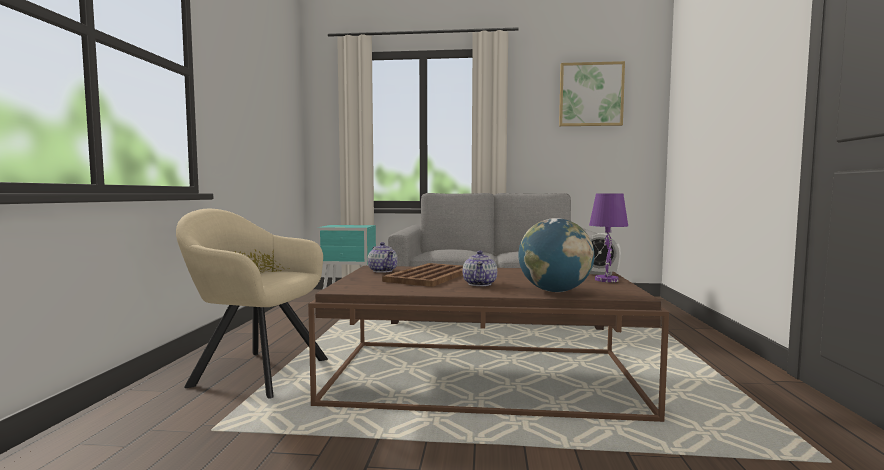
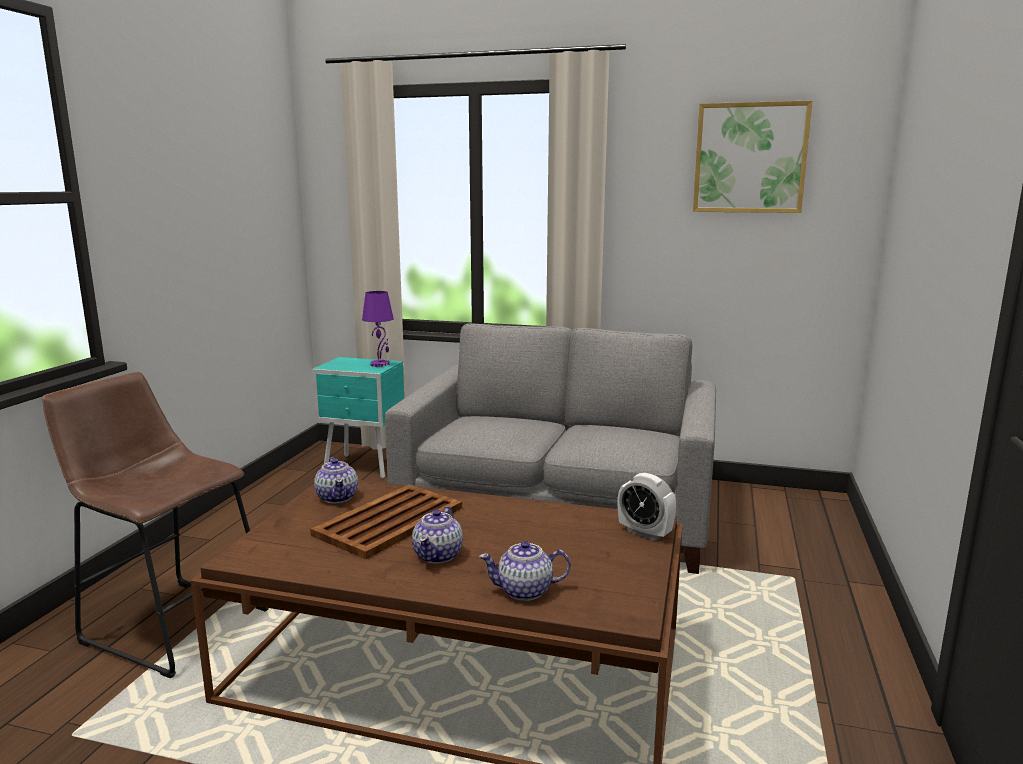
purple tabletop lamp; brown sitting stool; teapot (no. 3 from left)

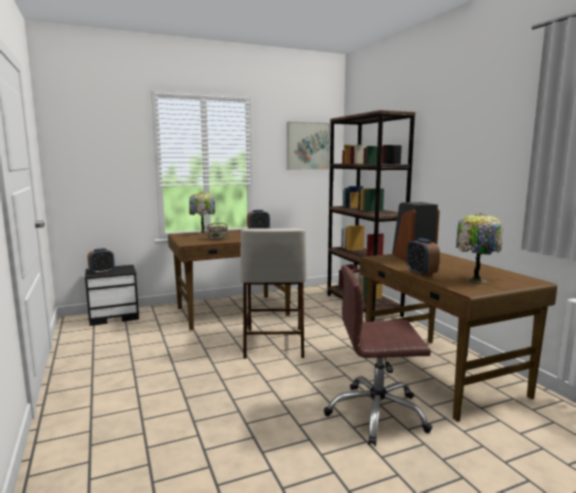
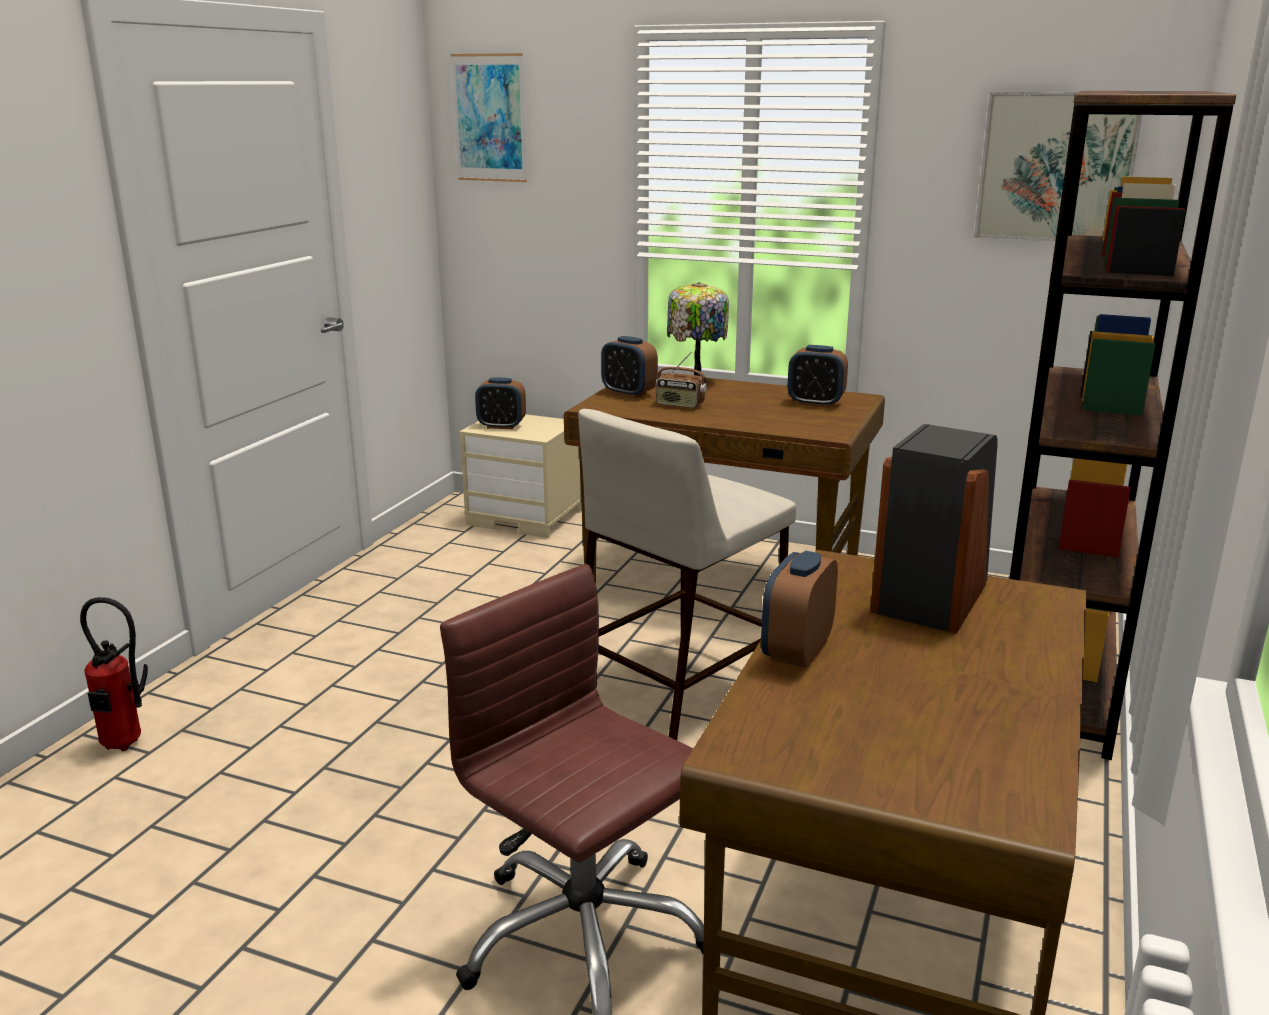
tabletop lamp (no. 2 from left in the first image); sand-coloured nightstand; wall picture (no. 1 from left); alarm clock (no. 2 from left); fire-fighting cylinder

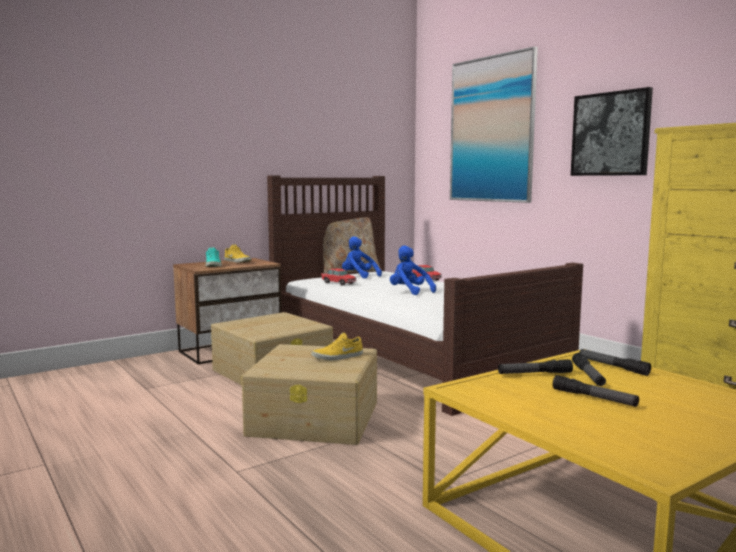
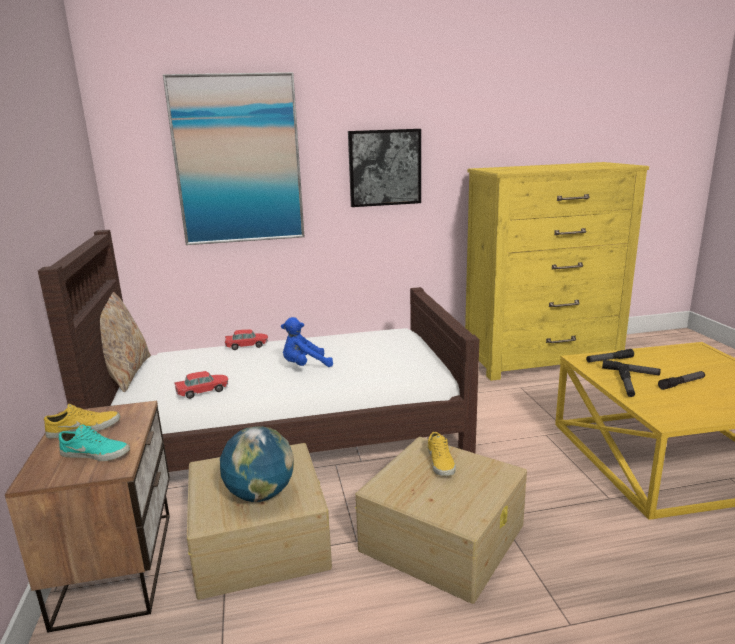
blue cuddly toy (no. 1 from left in the first image); world globe

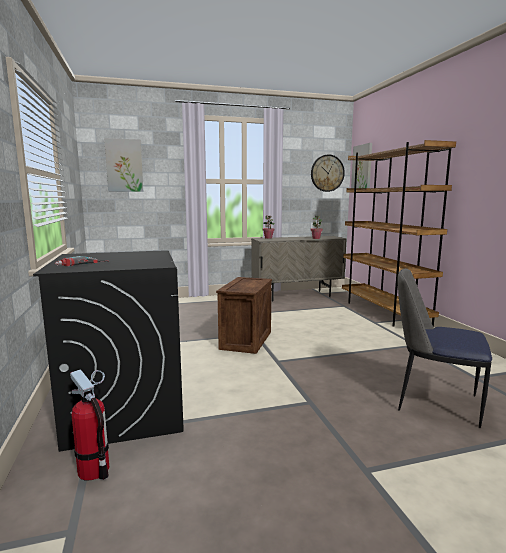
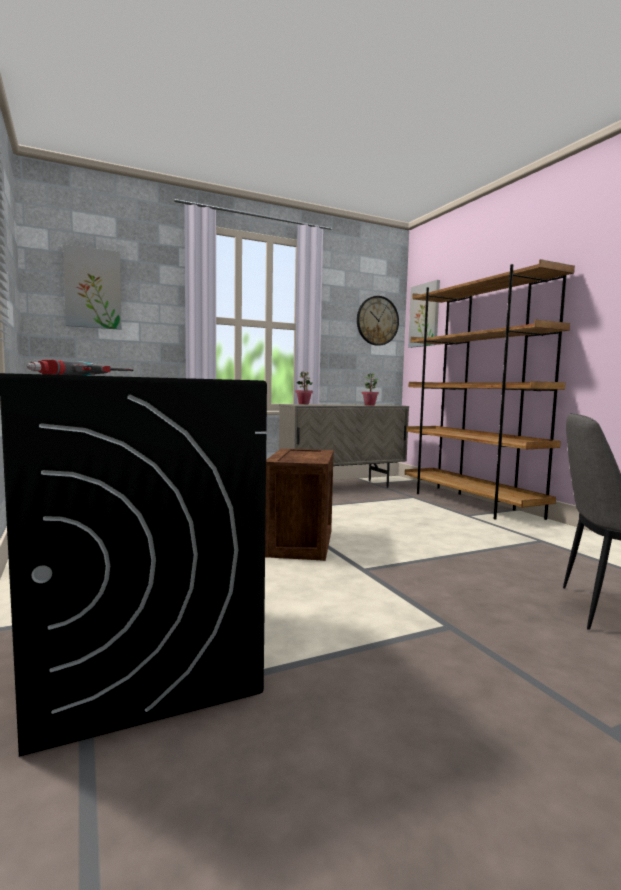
fire-fighting cylinder

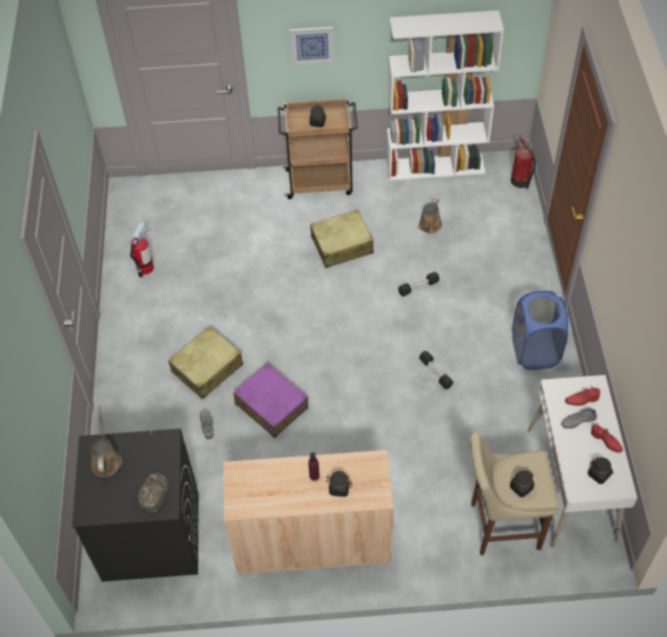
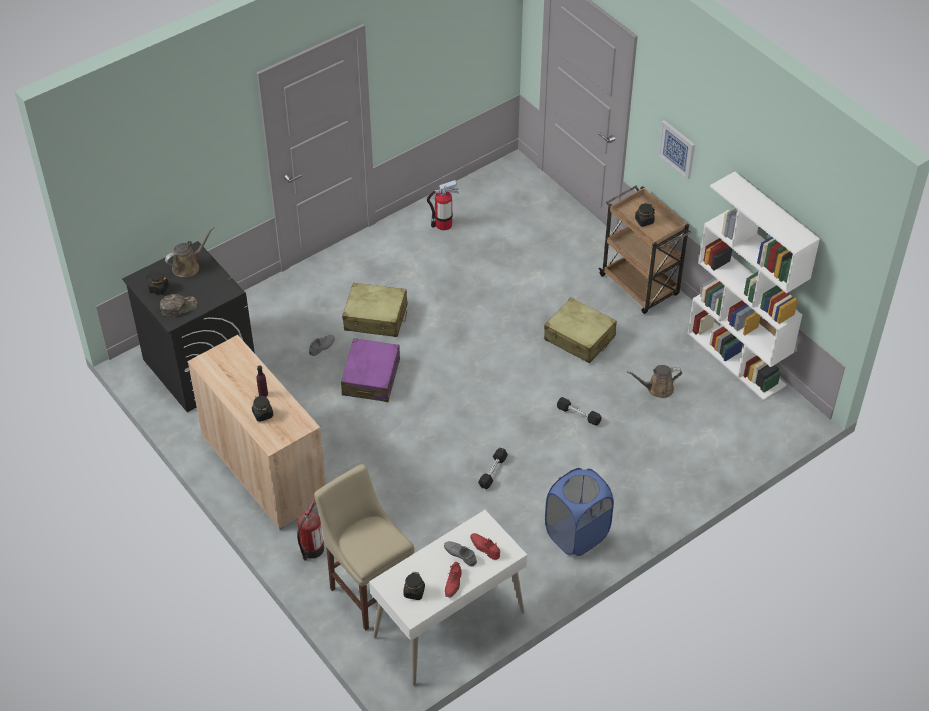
fire-fighting cylinder (no. 1 from left); black-coloured preserve jar (no. 1 from left)

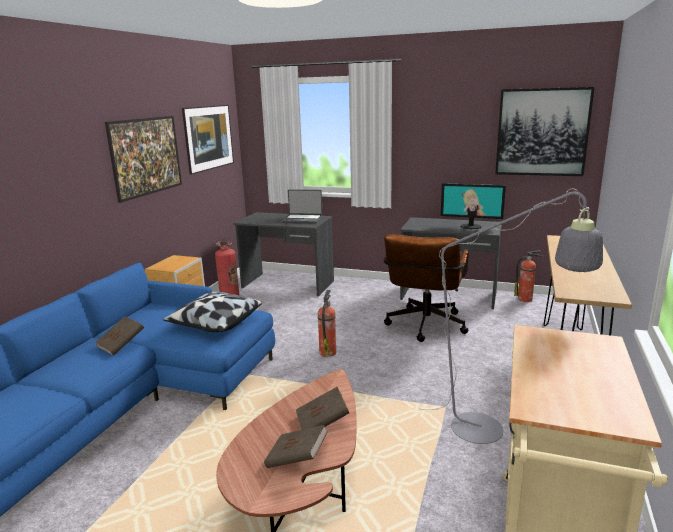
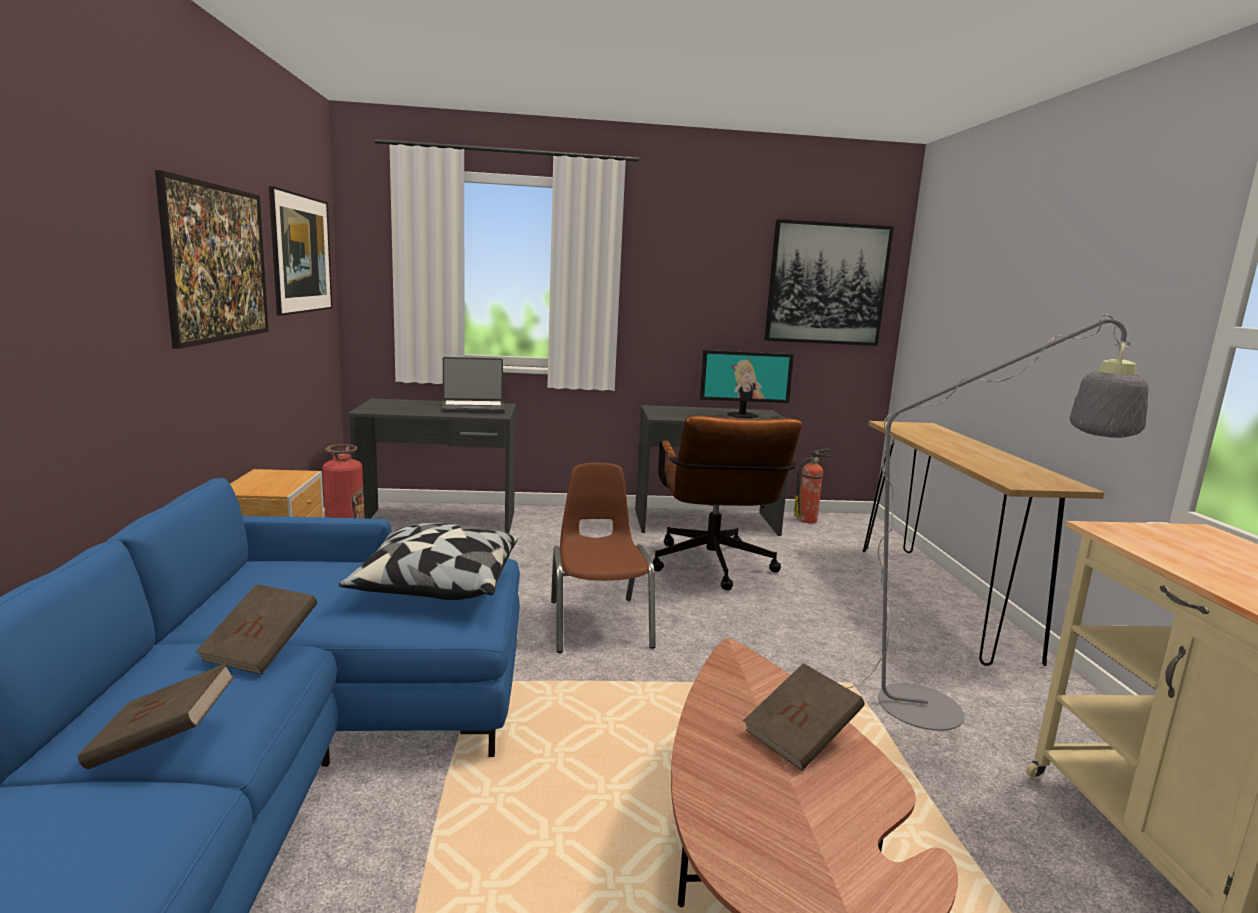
brown upright chair; brown book (no. 1 from left)

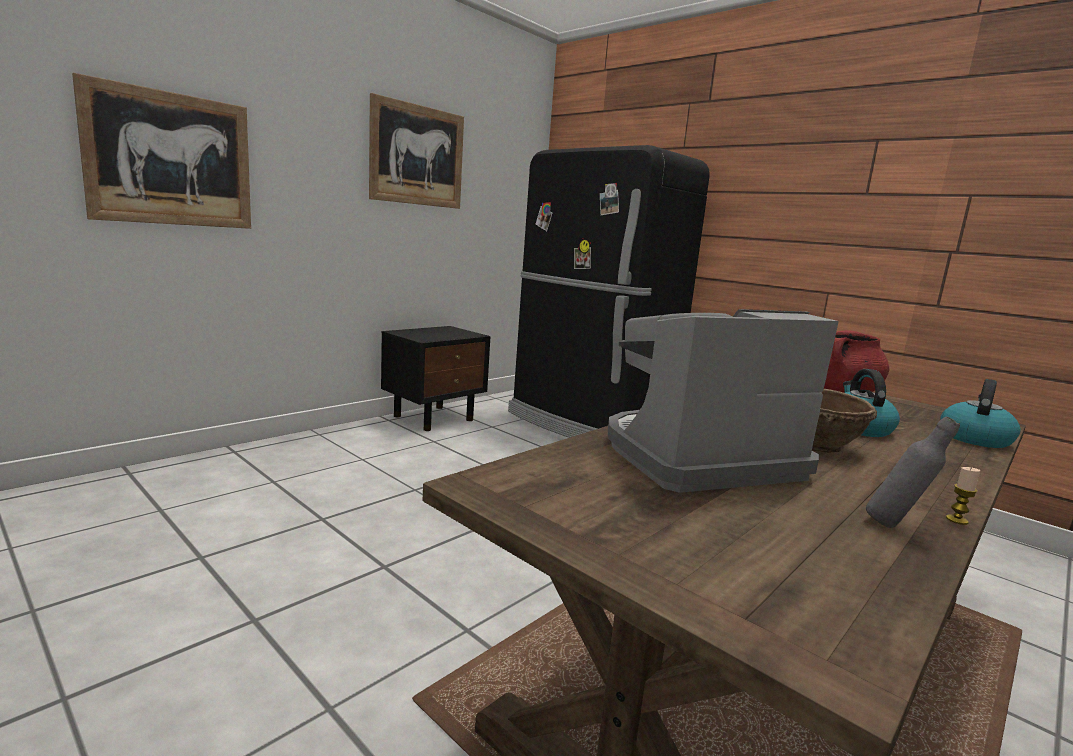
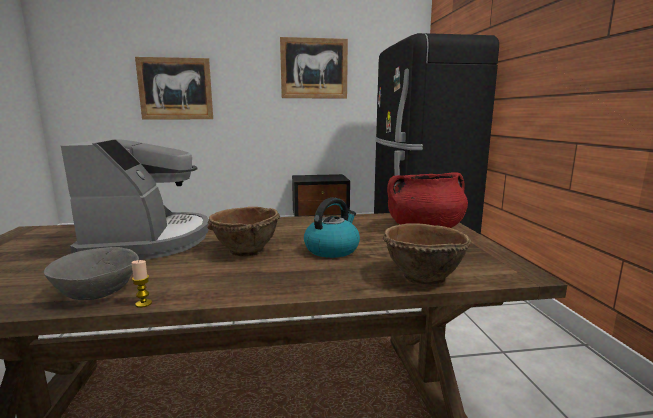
coffee brewer; brown serving bowl (no. 2 from left); gray serving bowl

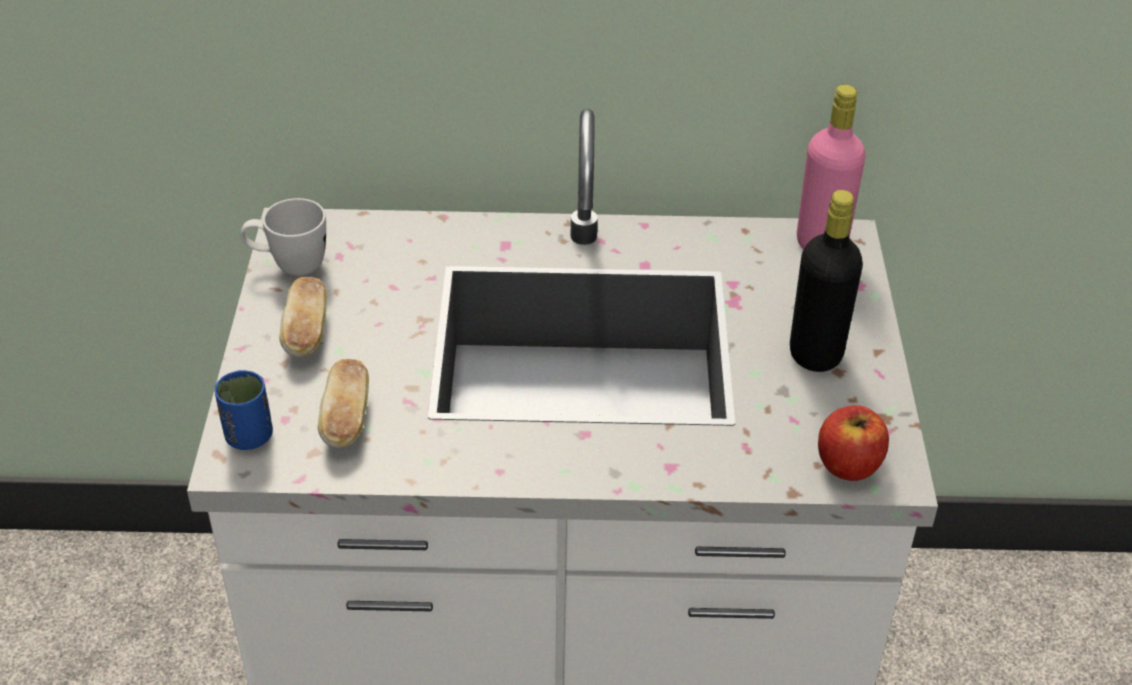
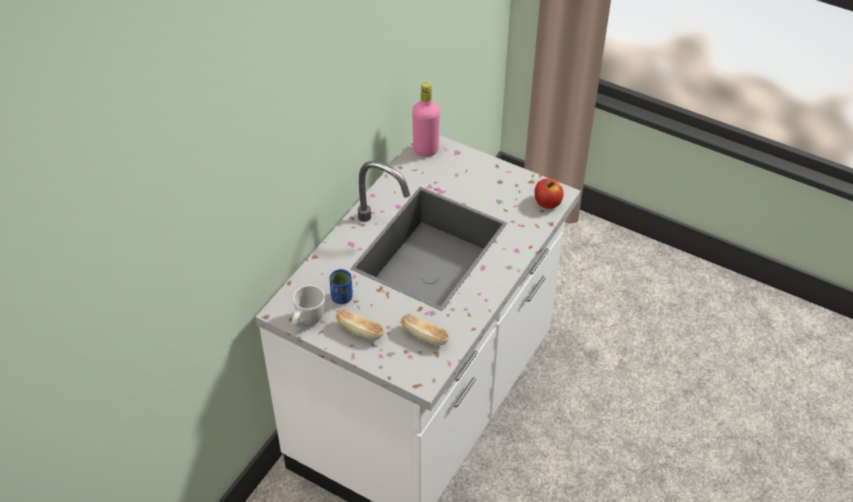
black-coloured beverage bottle; blue cup

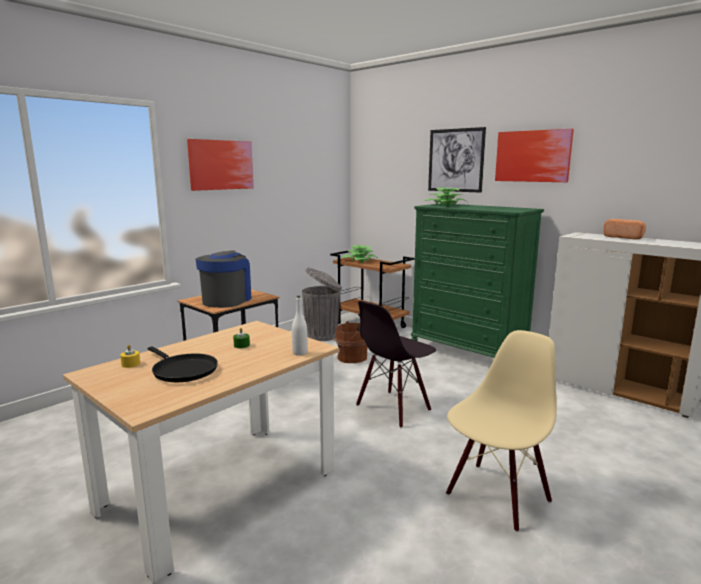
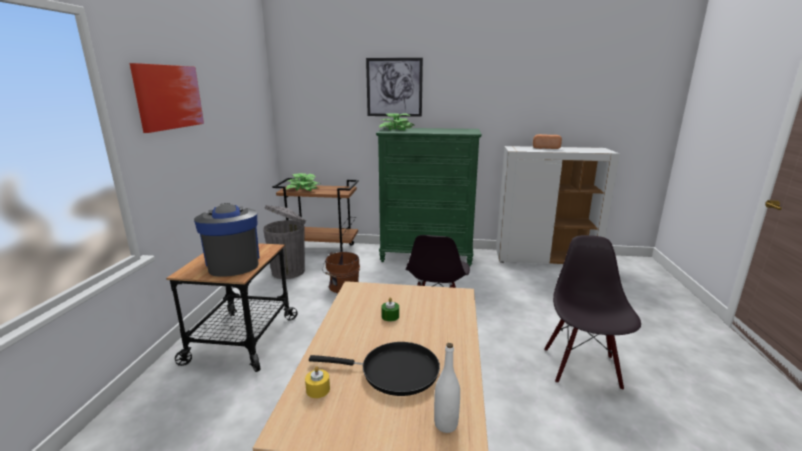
wall picture (no. 3 from left in the first image); whitish beverage bottle; black-coloured upright chair (no. 2 from left)

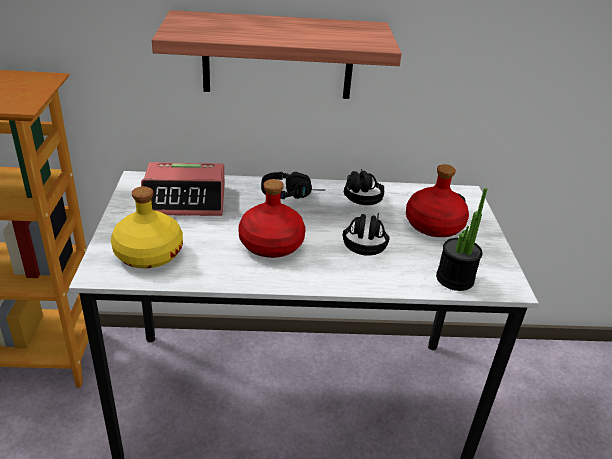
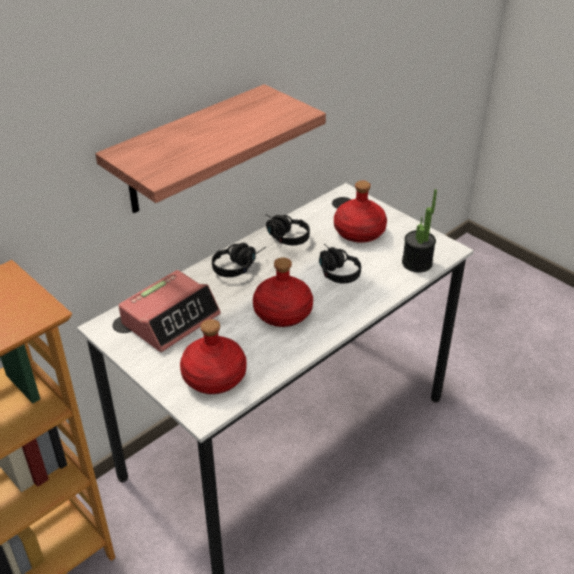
red beverage bottle (no. 1 from left)

